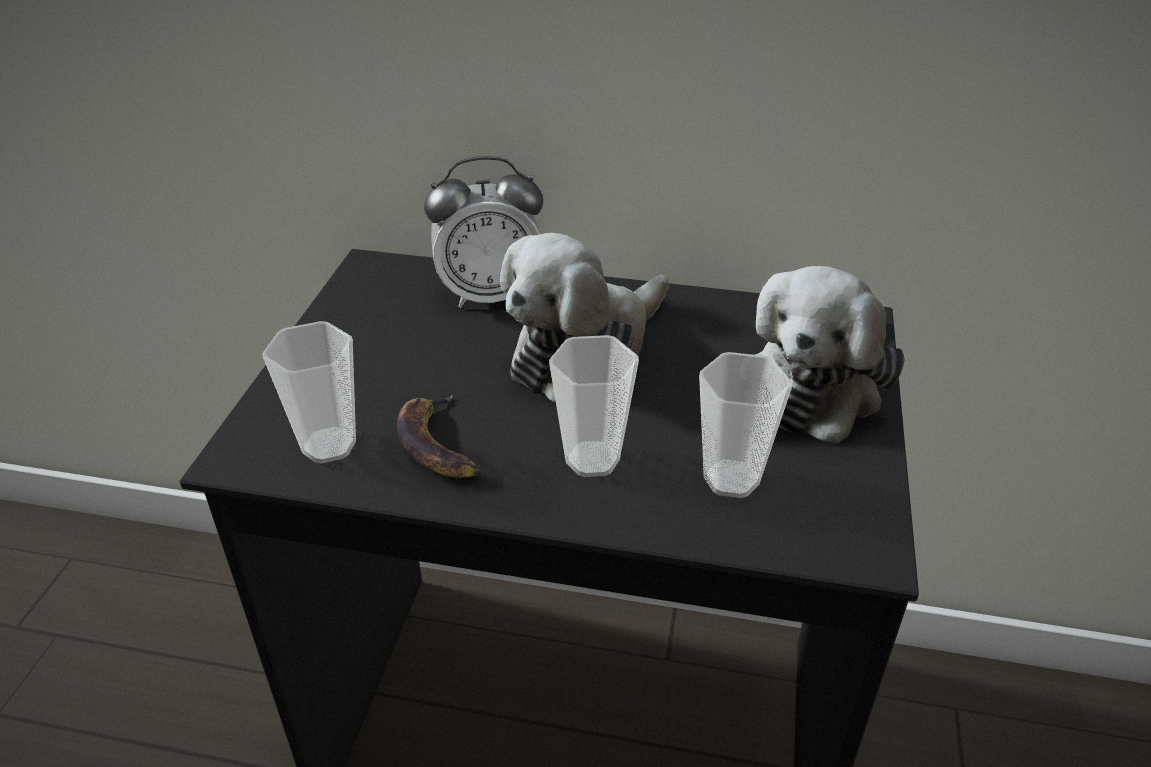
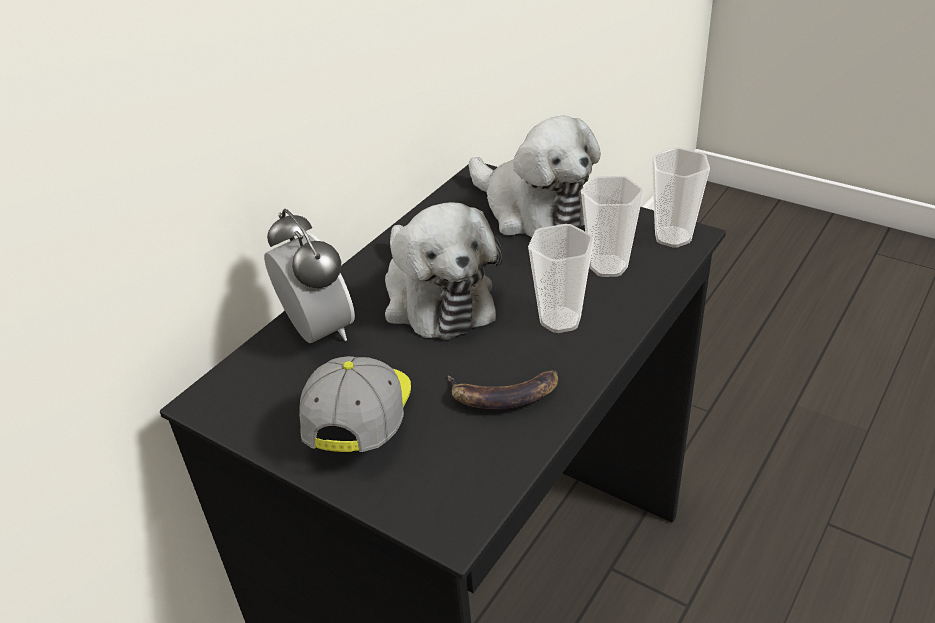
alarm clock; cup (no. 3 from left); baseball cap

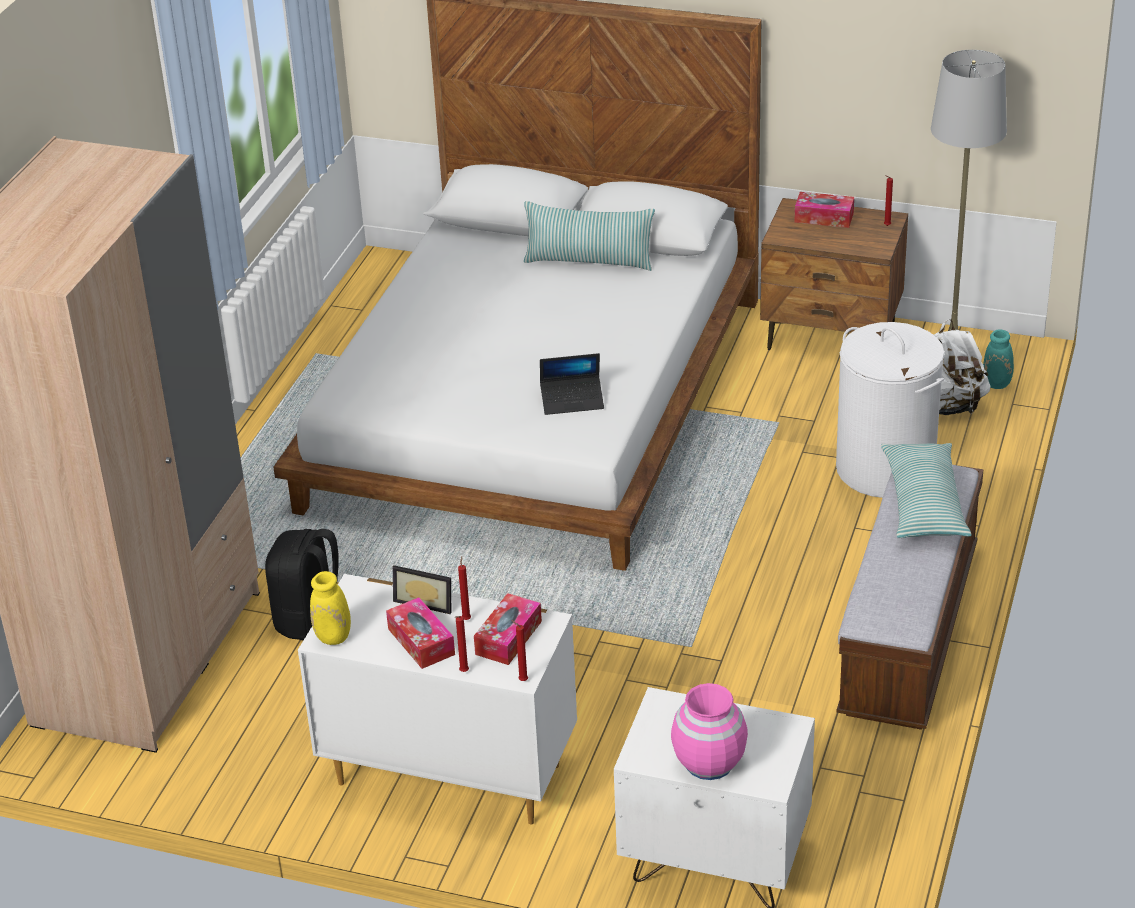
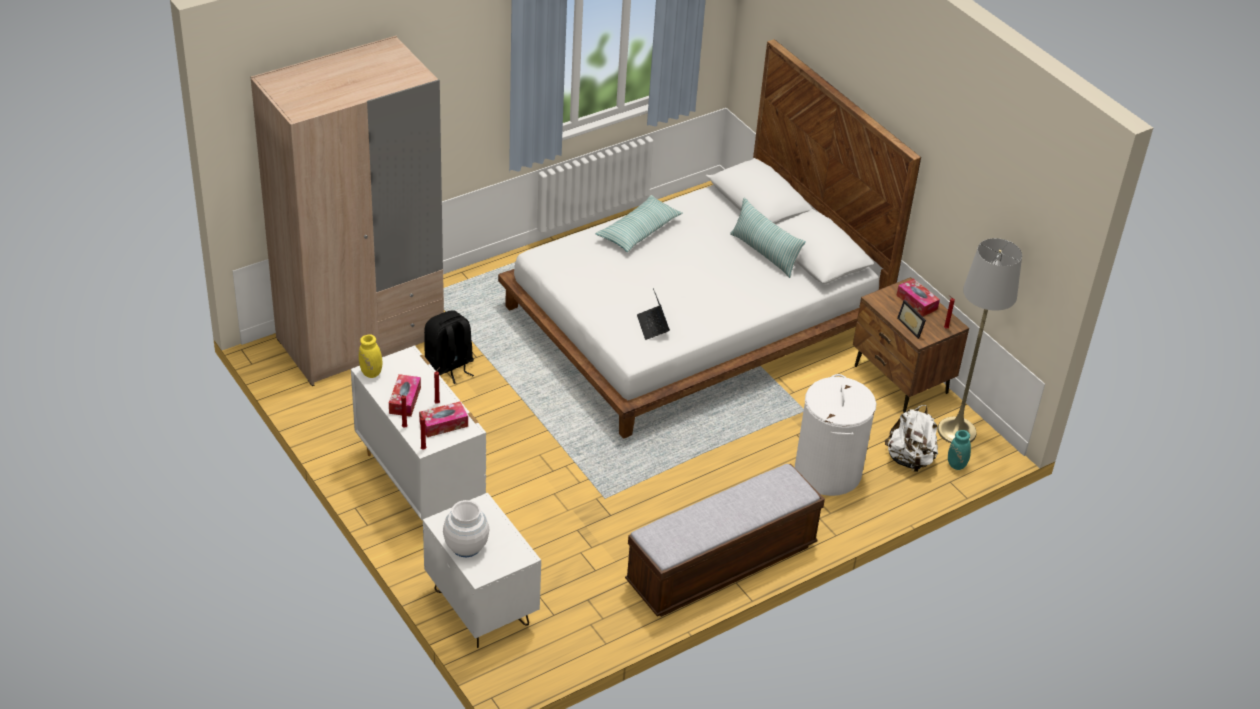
laptop; throw pillow (no. 1 from left); standing frame; whitish decorative vase

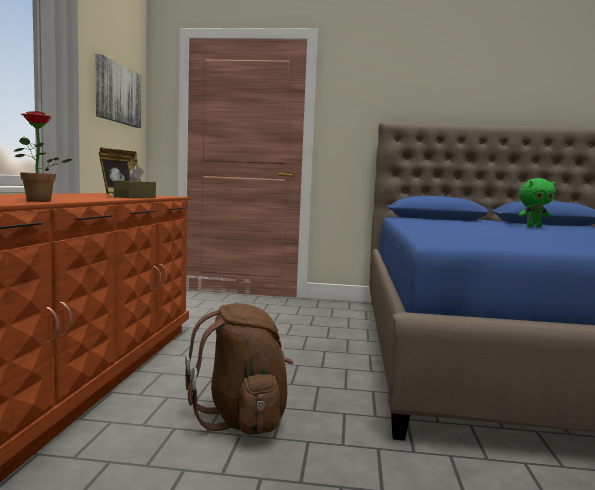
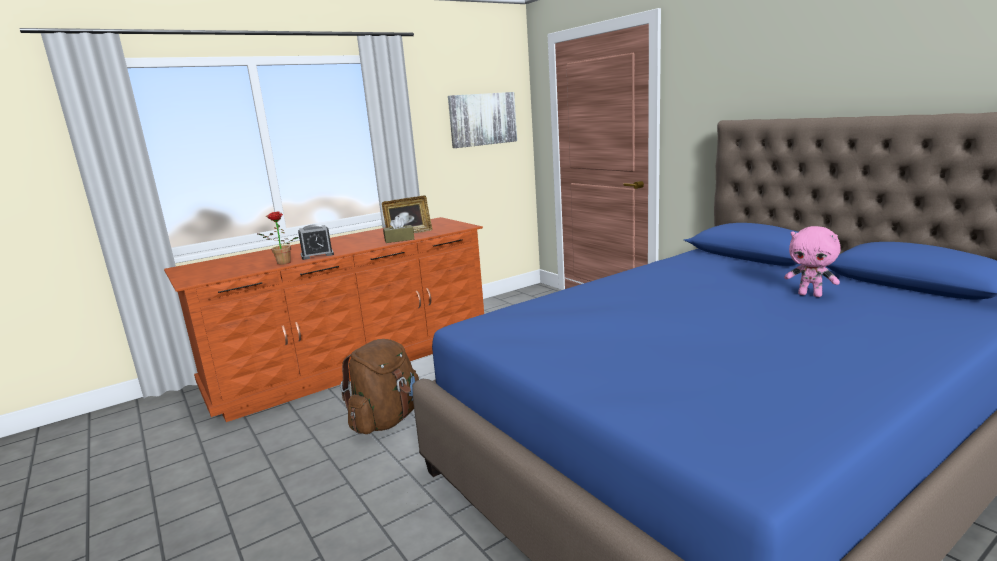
pink cuddly toy; alarm clock

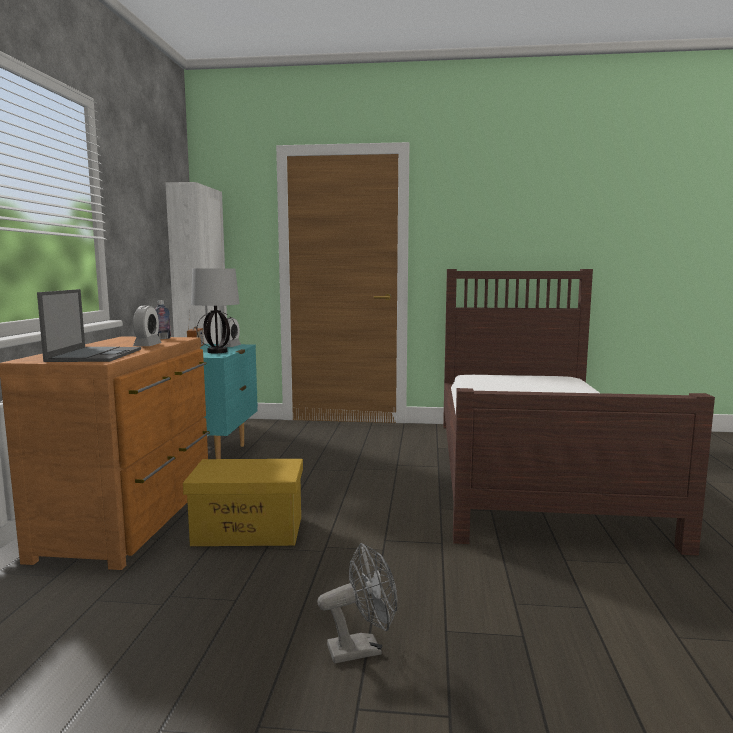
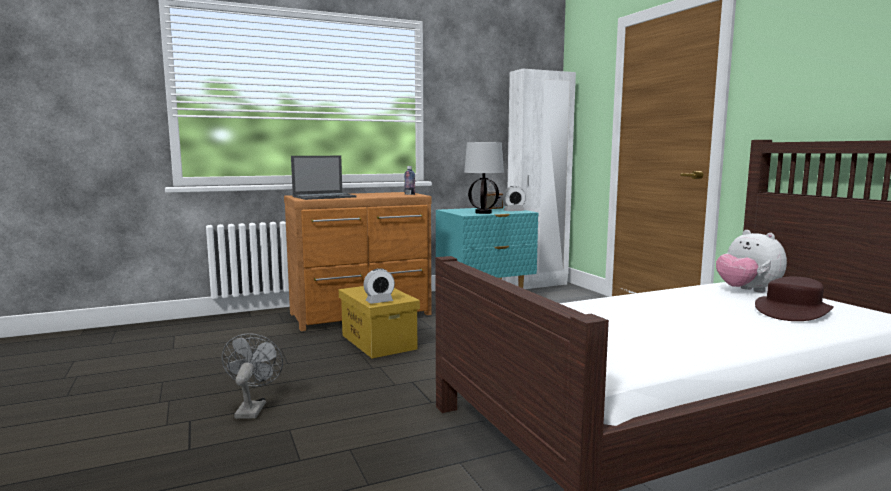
alarm clock (no. 1 from left); gray electric fan; cuddly toy; brown hat

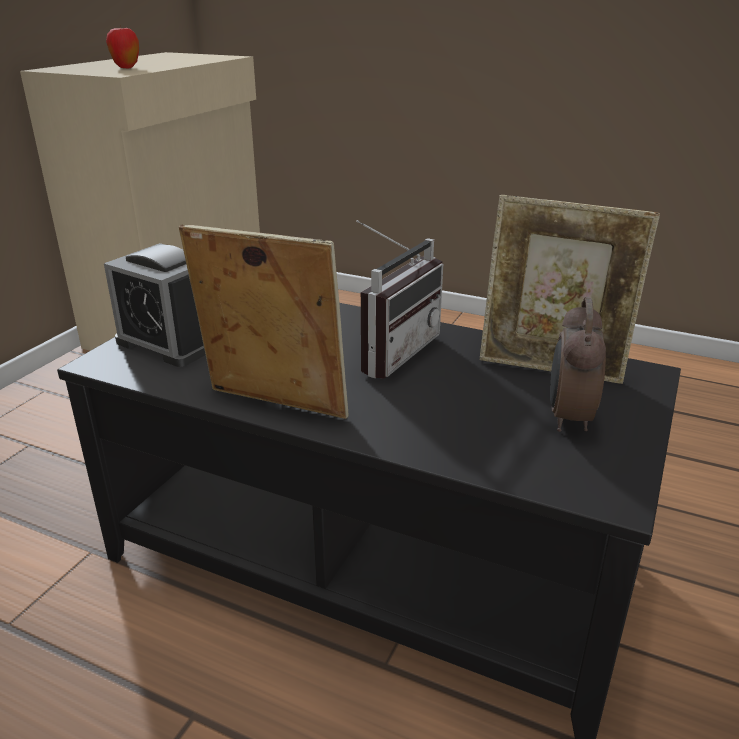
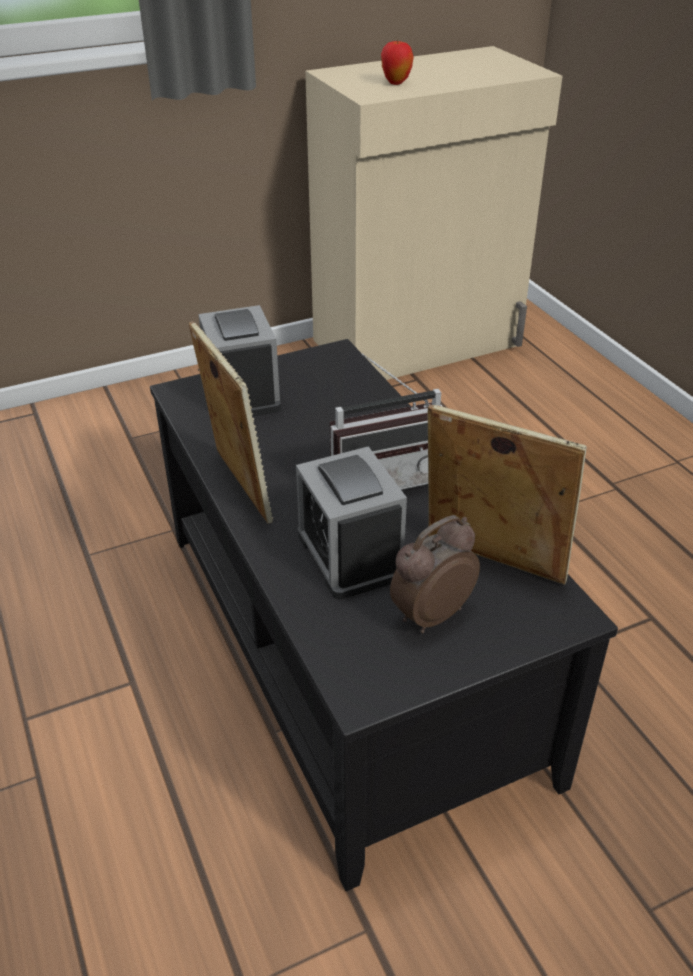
standing frame (no. 2 from left); alarm clock (no. 2 from left)

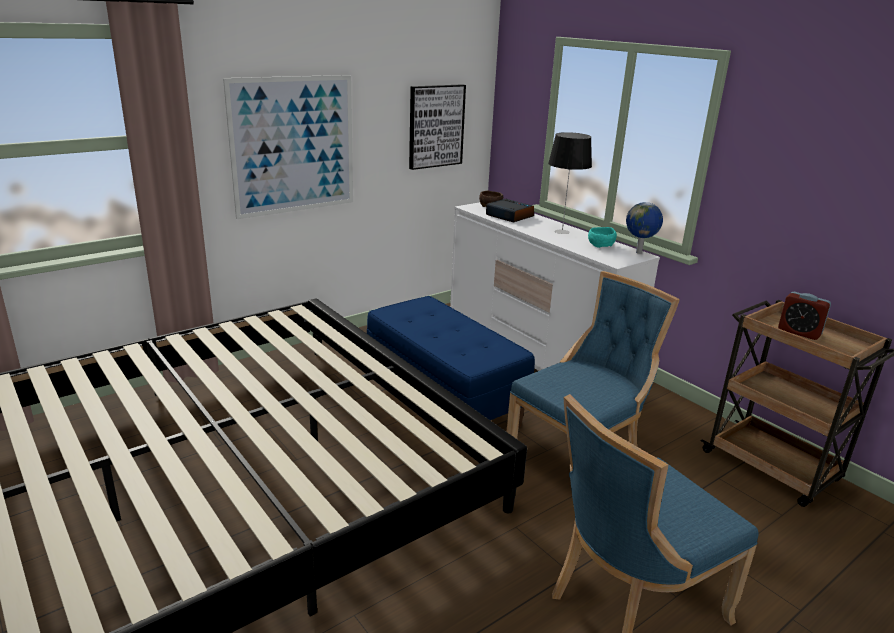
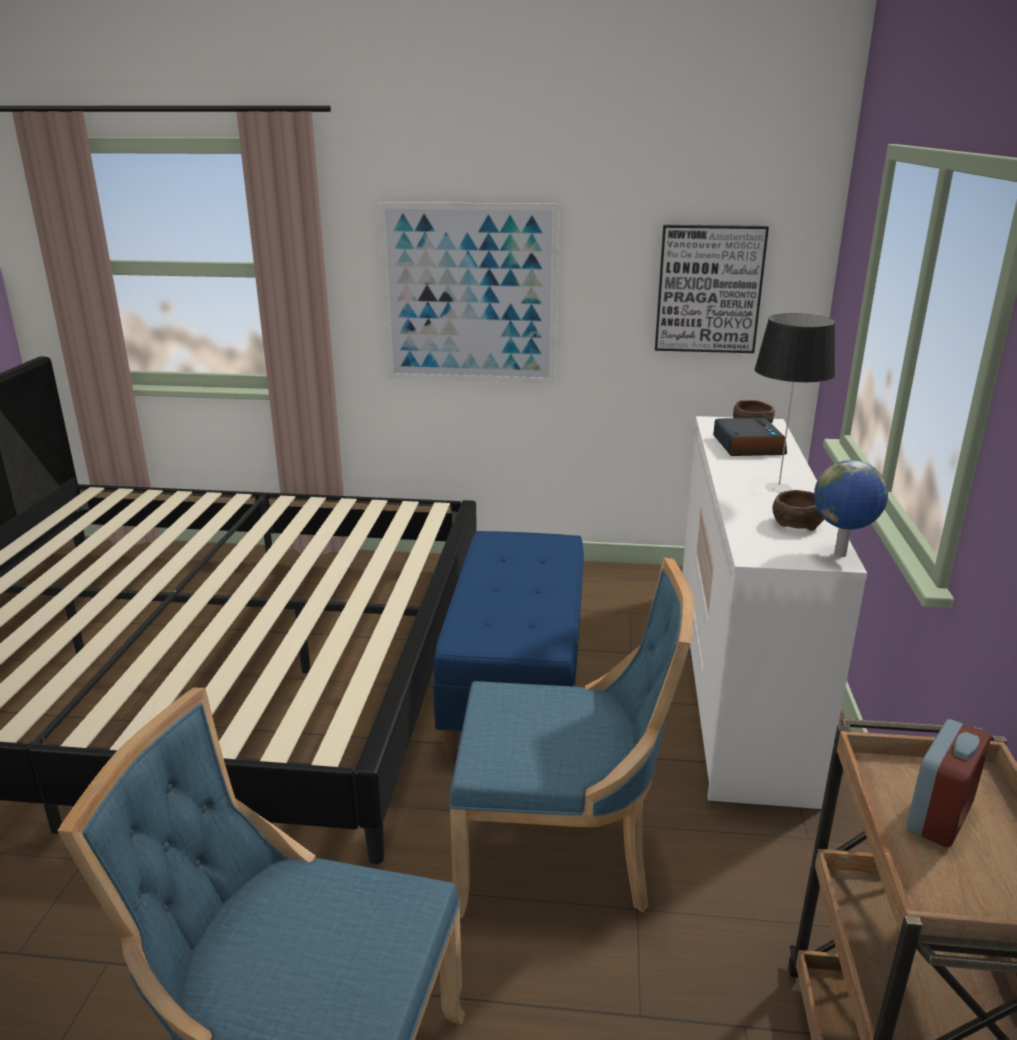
brown serving bowl (no. 2 from left); alarm clock (no. 2 from left)

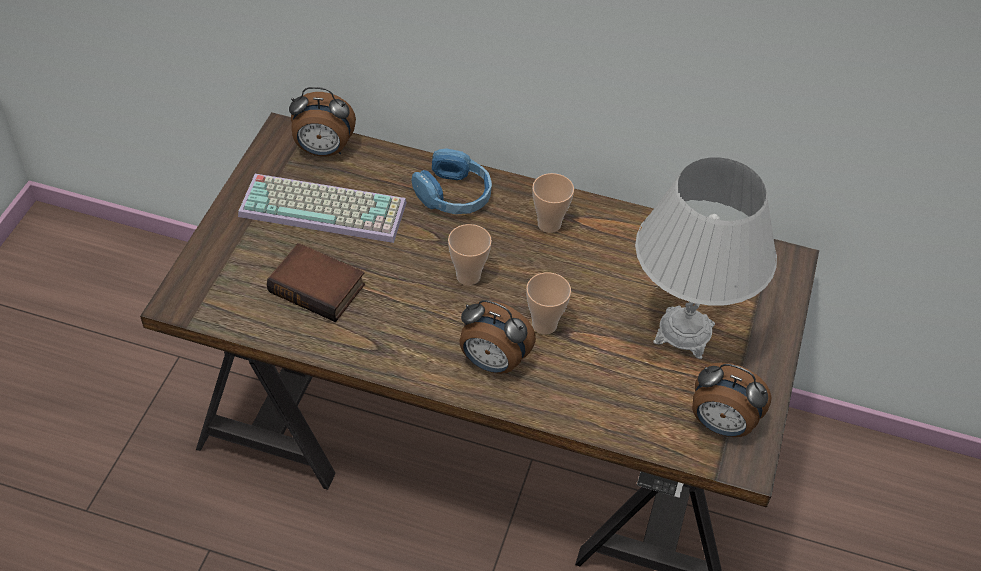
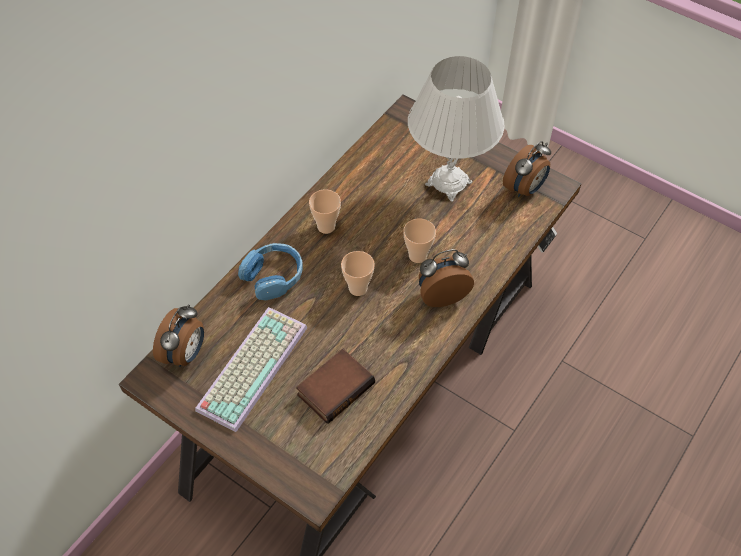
alarm clock (no. 2 from left)

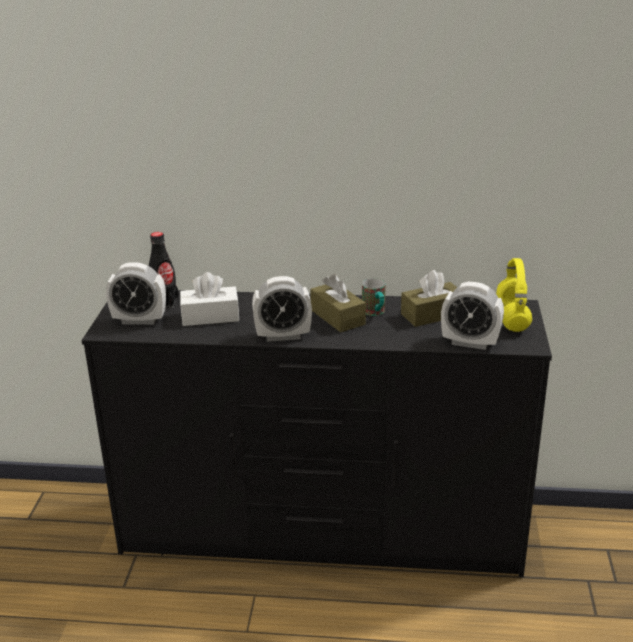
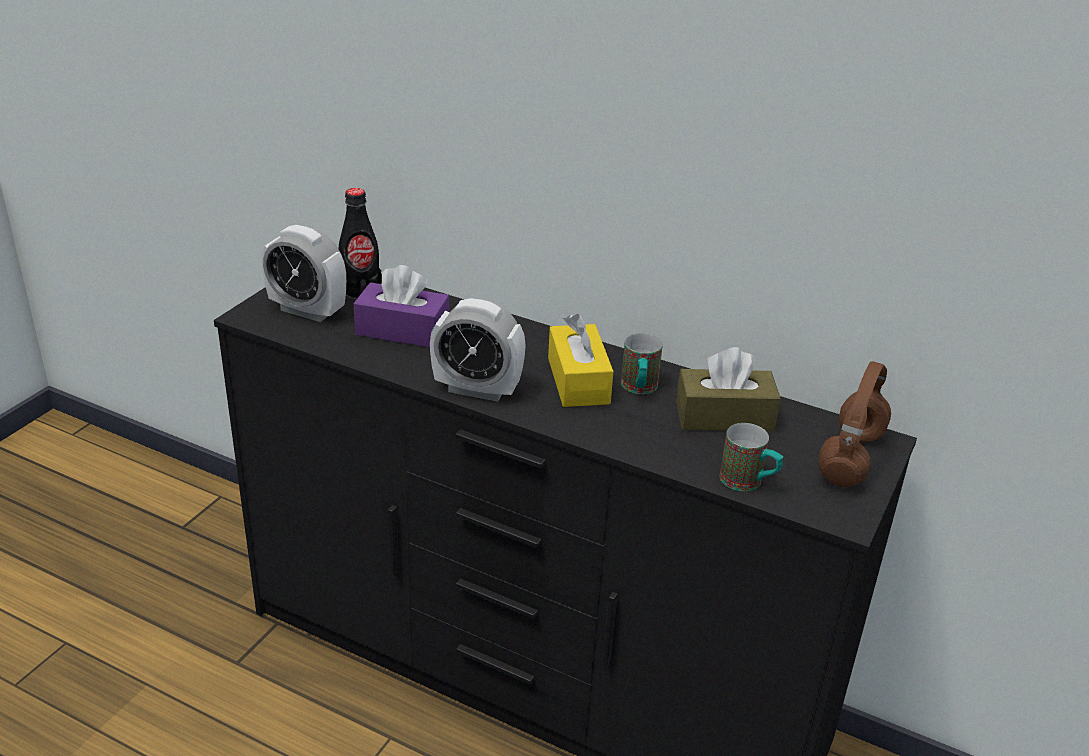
brown pair of headphones; purple box of tissues; yellow box of tissues; mug (no. 2 from left)

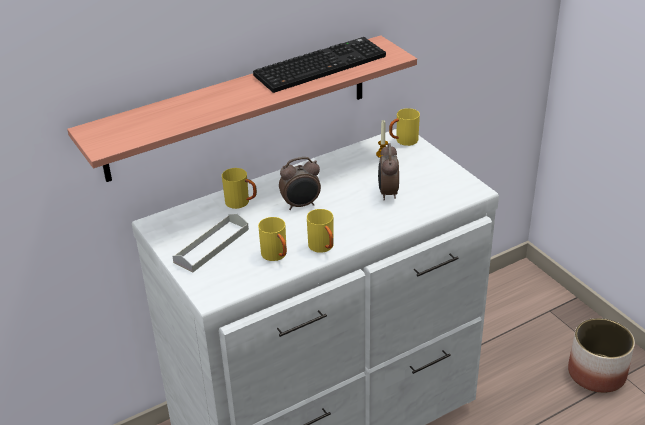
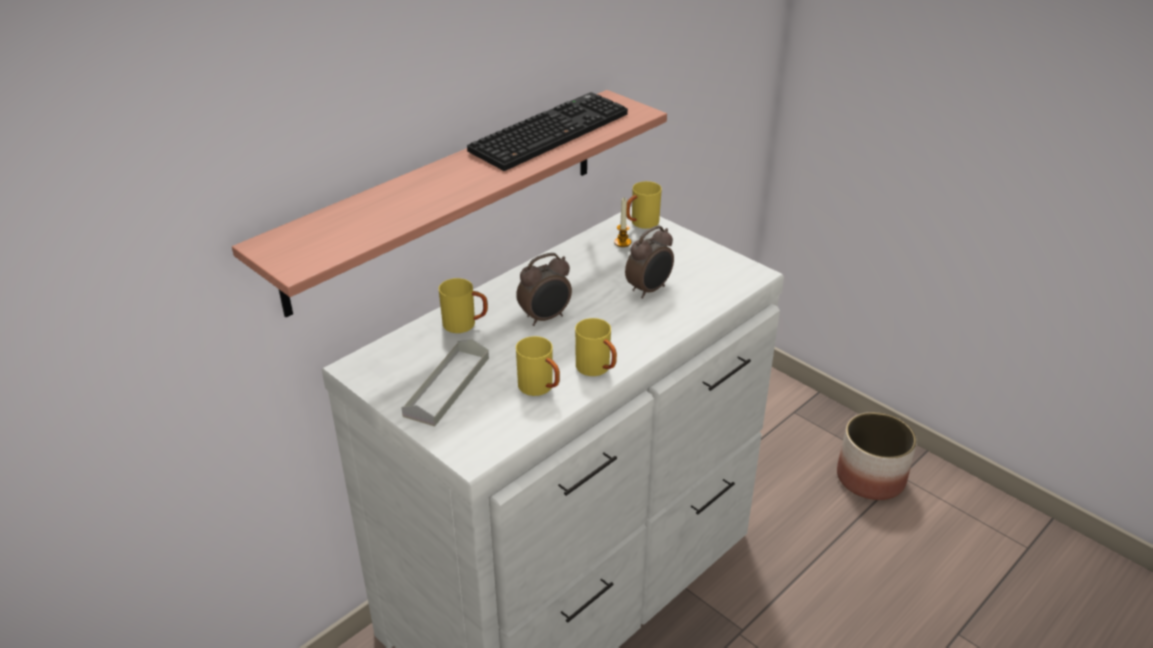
alarm clock (no. 2 from left)

